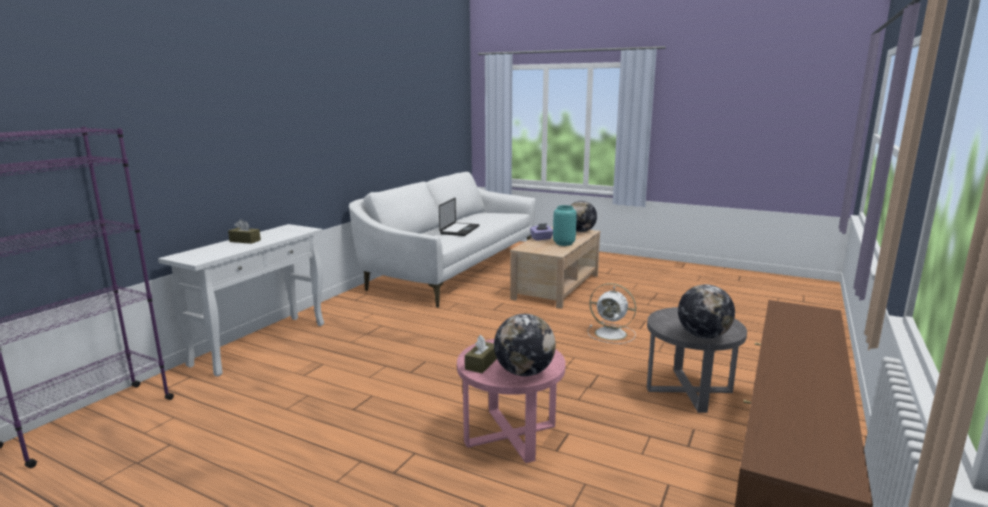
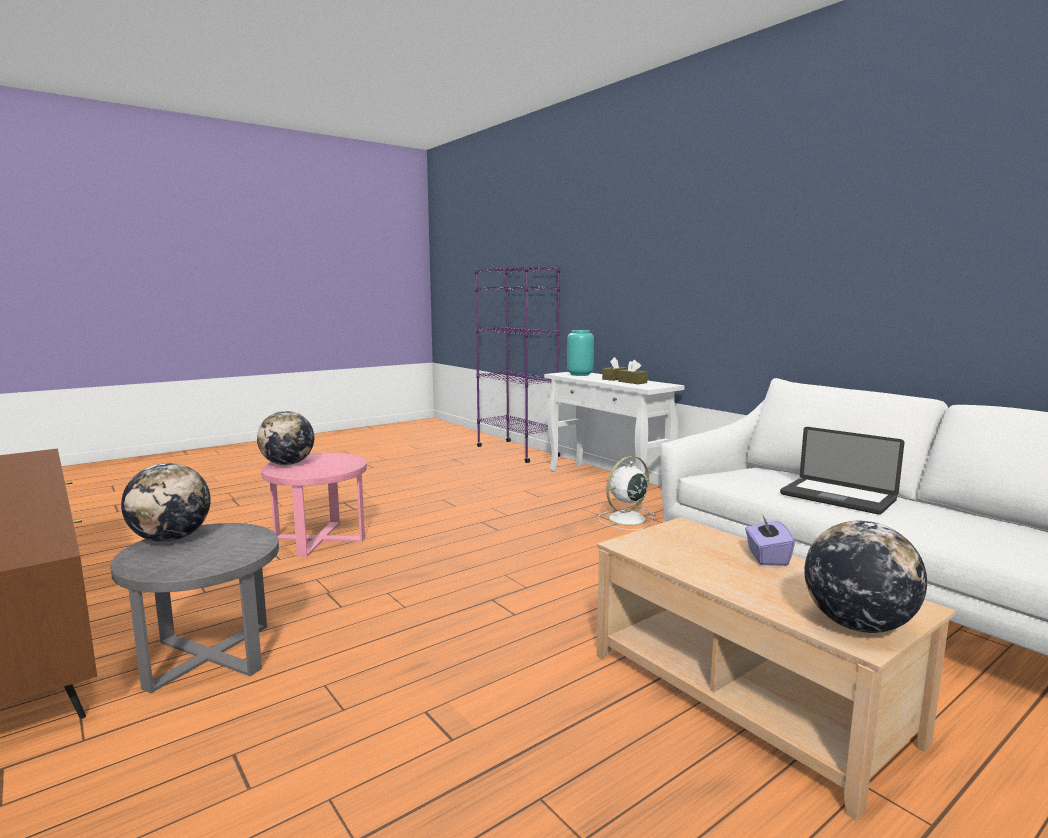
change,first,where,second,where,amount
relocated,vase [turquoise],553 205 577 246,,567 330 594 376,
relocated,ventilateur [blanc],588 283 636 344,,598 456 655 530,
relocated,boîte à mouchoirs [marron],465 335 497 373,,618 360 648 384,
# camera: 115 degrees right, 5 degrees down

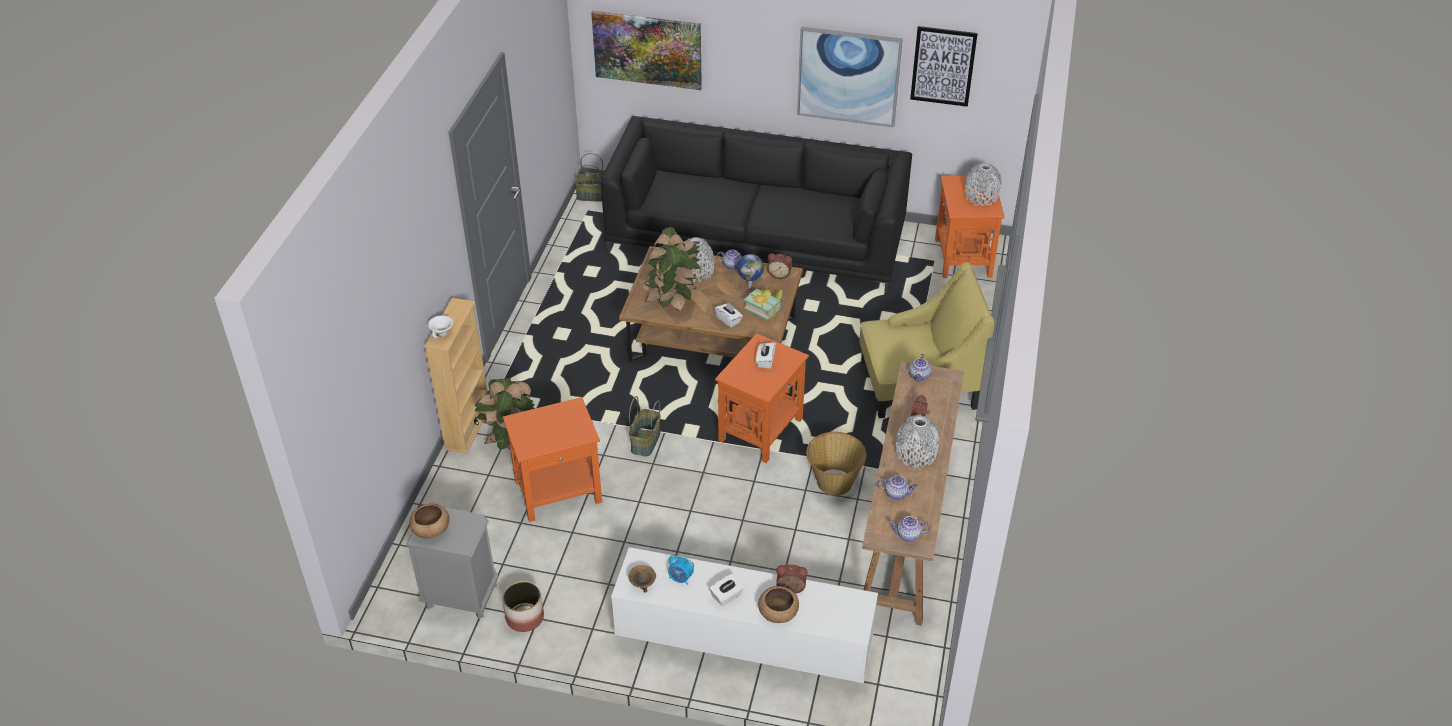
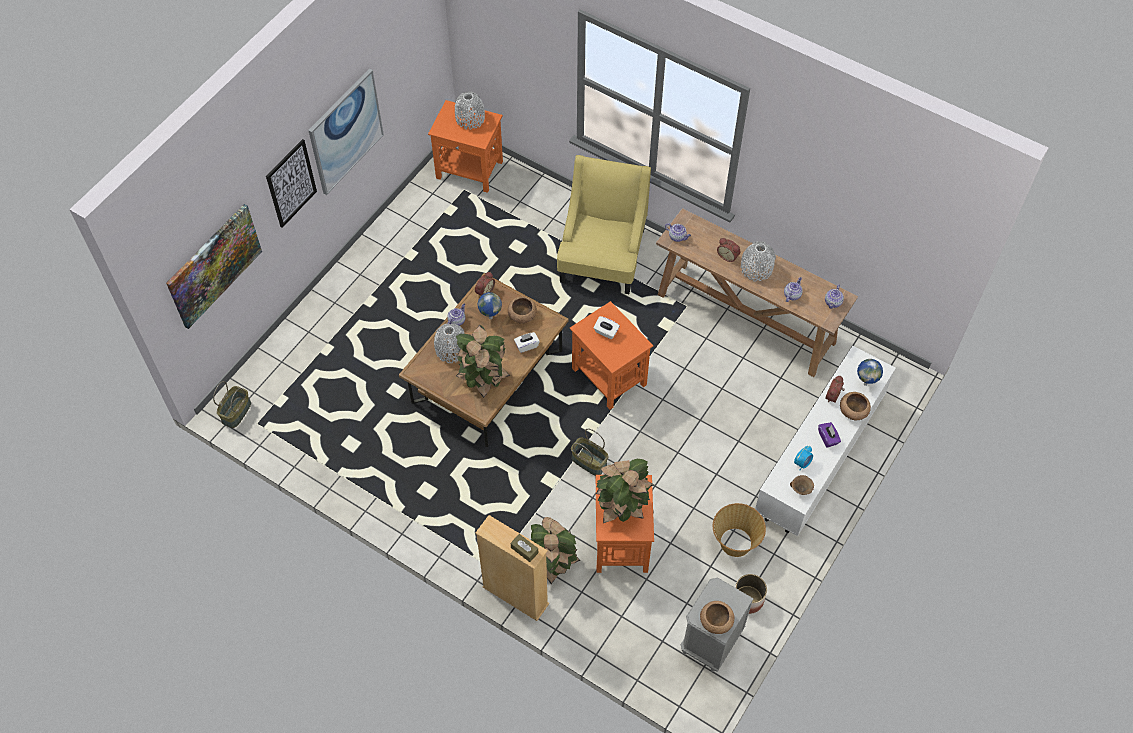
change,first,where,second,where,amount
relocated,tableau,910 26 978 107,,266 139 317 228,
missing,canapé [noir],601 116 912 292,,,
exchanged,livre,744 288 782 321,bol [marron],508 296 537 323,
exchanged,bol [blanc],428 315 453 339,boîte à mouchoirs [marron],511 534 538 562,
relocated,panier,806 432 866 496,,713 503 766 557,
colour,boîte à mouchoirs [blanc],709 573 745 606,boîte à mouchoirs [violet],818 422 841 448,
appeared,,,globe,857 359 883 386,
appeared,,,plante en pot,596 459 654 523,
# camera: 70 degrees left, 15 degrees up

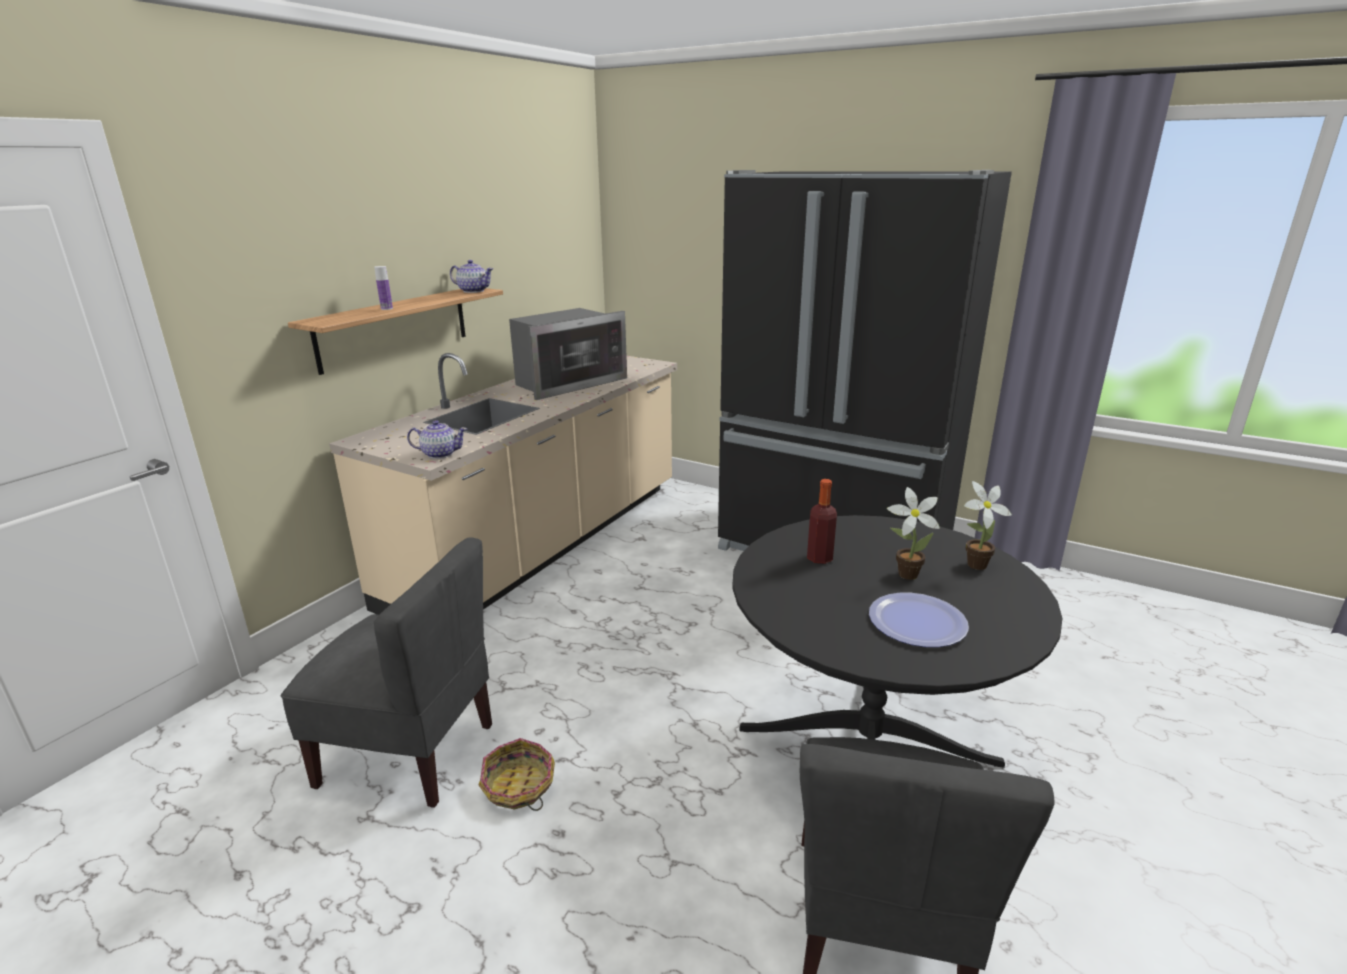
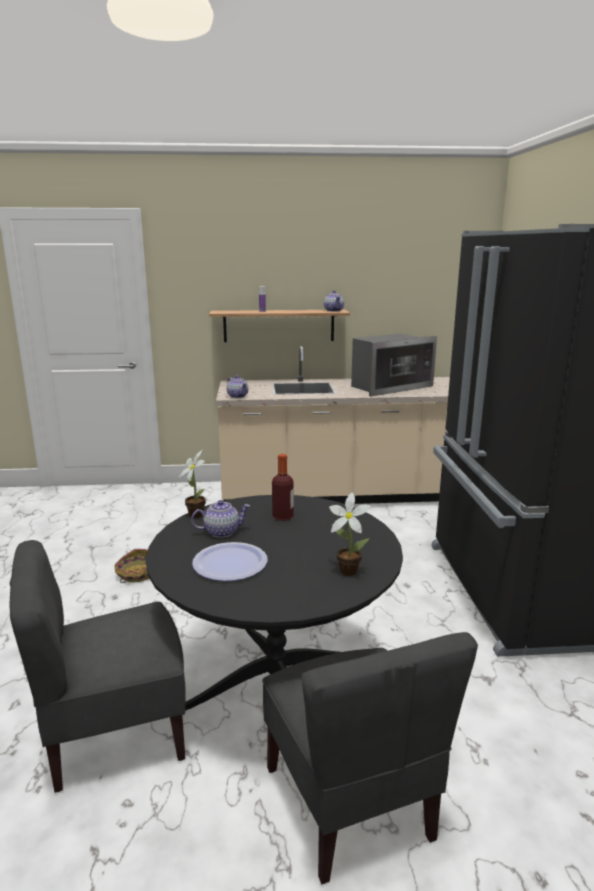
change,first,where,second,where,amount
spun,micro-ondes,509 308 627 400,,351 334 437 396,45 degrees counterclockwise
relocated,plante en pot,887 487 940 580,,179 450 206 518,
relocated,chaise [gris],281 537 492 808,,262 632 478 885,
appeared,,,théière,191 500 250 538,
# camera: 55 degrees right, 5 degrees down

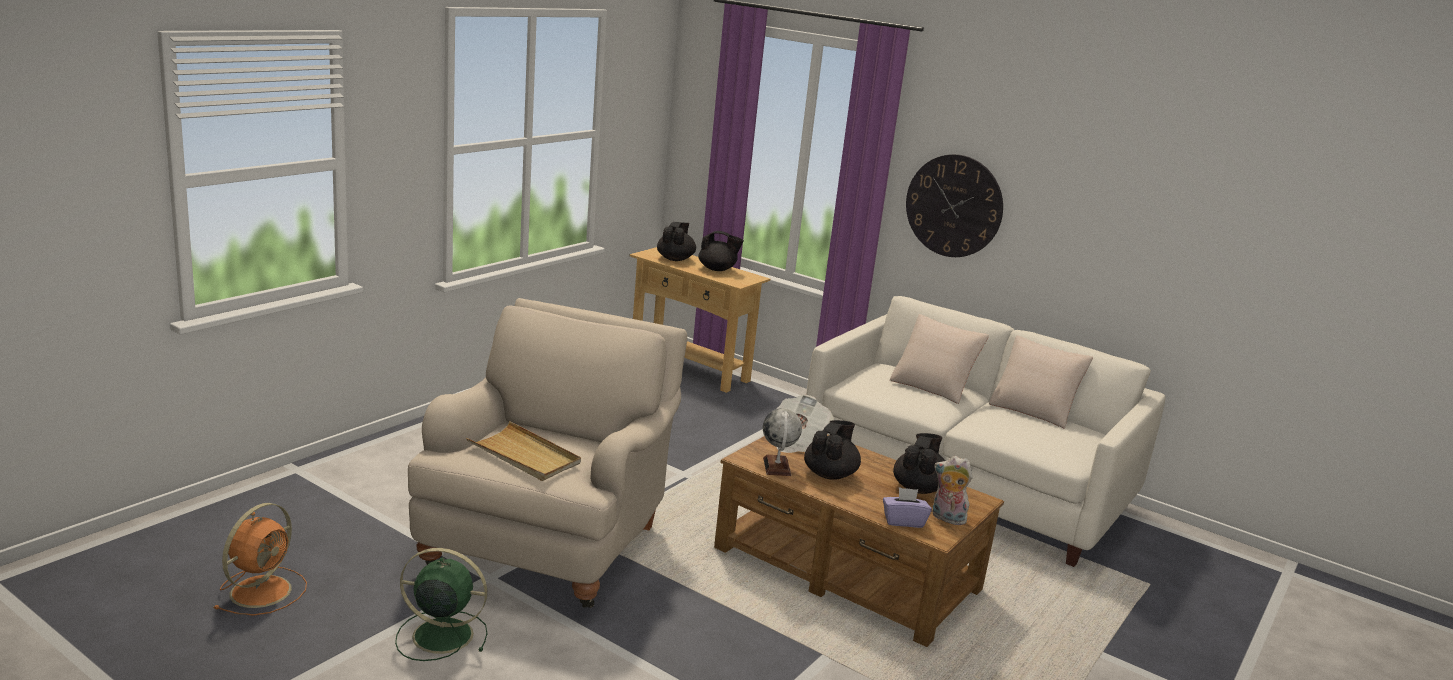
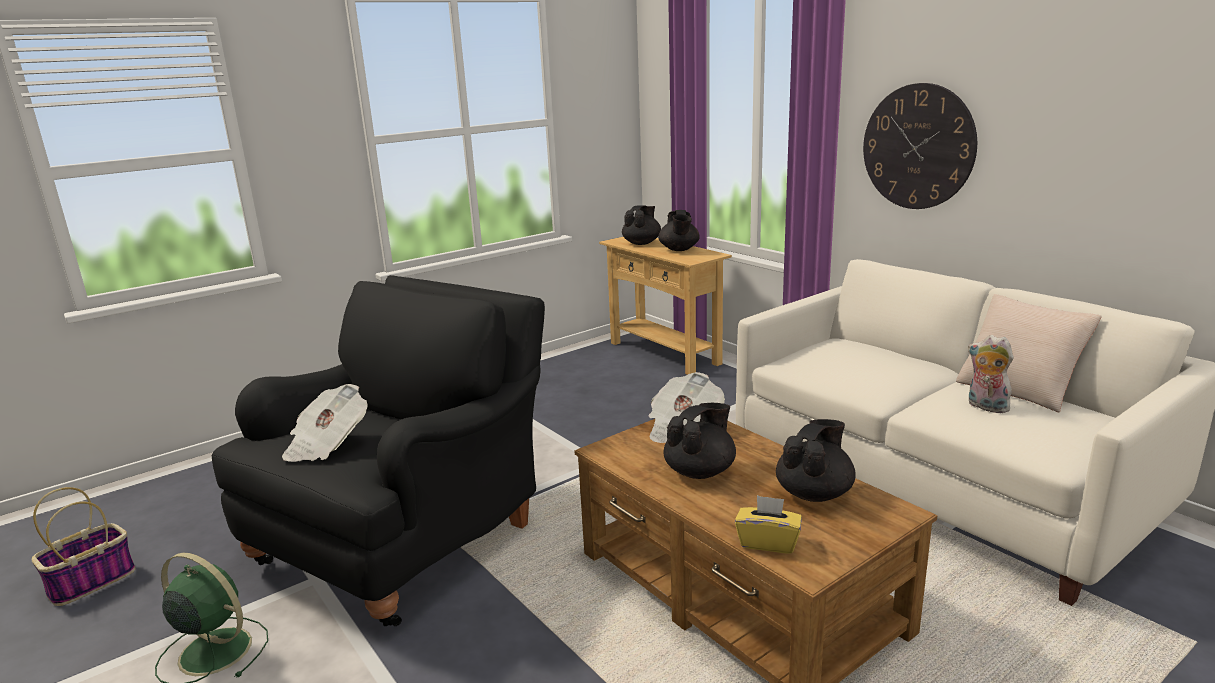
change,first,where,second,where,amount
spun,théière [noir],698 231 744 271,,658 210 700 251,60 degrees clockwise
colour,fauteuil [beige],408 298 687 608,fauteuil [noir],212 275 545 626,
missing,coussin [beige],890 314 989 404,,,
missing,globe,763 408 802 476,,,
exchanged,plateau [beige],466 421 581 481,journal,282 384 368 462,
relocated,peluche,933 456 973 525,,968 335 1014 413,
colour,boîte à mouchoirs [violet],883 487 932 528,boîte à mouchoirs [jaune],735 495 802 554,
exchanged,ventilateur [orange],214 503 307 616,panier,32 487 135 606,
# camera: 20 degrees right, 0 degrees up

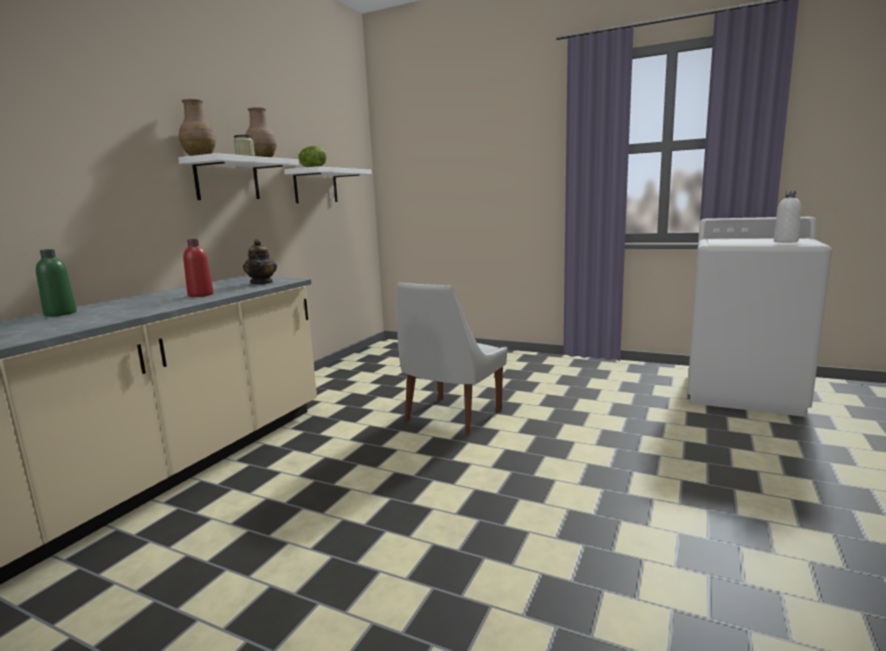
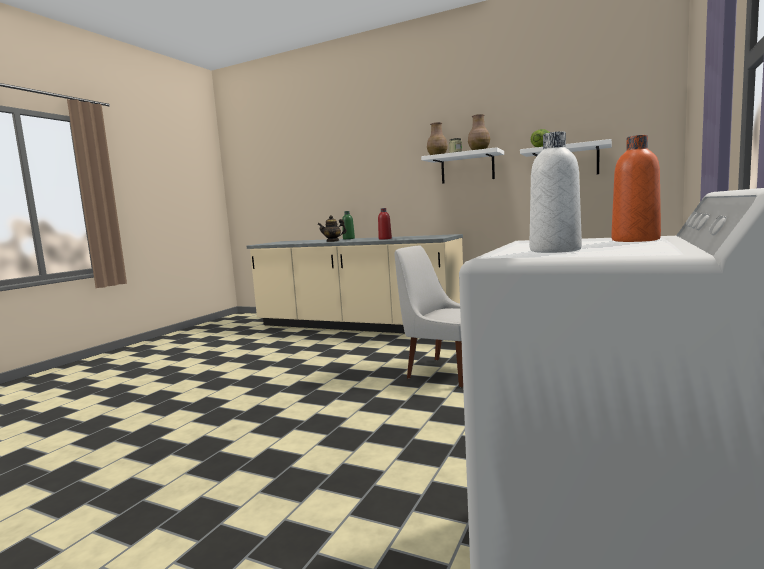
change,first,where,second,where,amount
relocated,théière,243 239 277 284,,317 215 347 242,
appeared,,,bouteille [orange],611 135 661 242,
# camera: 90 degrees right, 5 degrees down

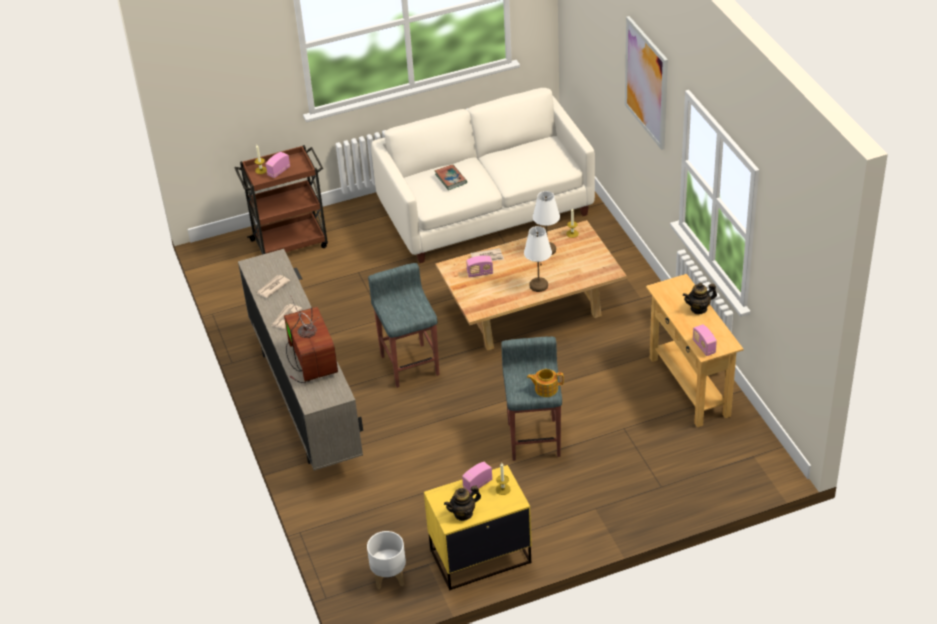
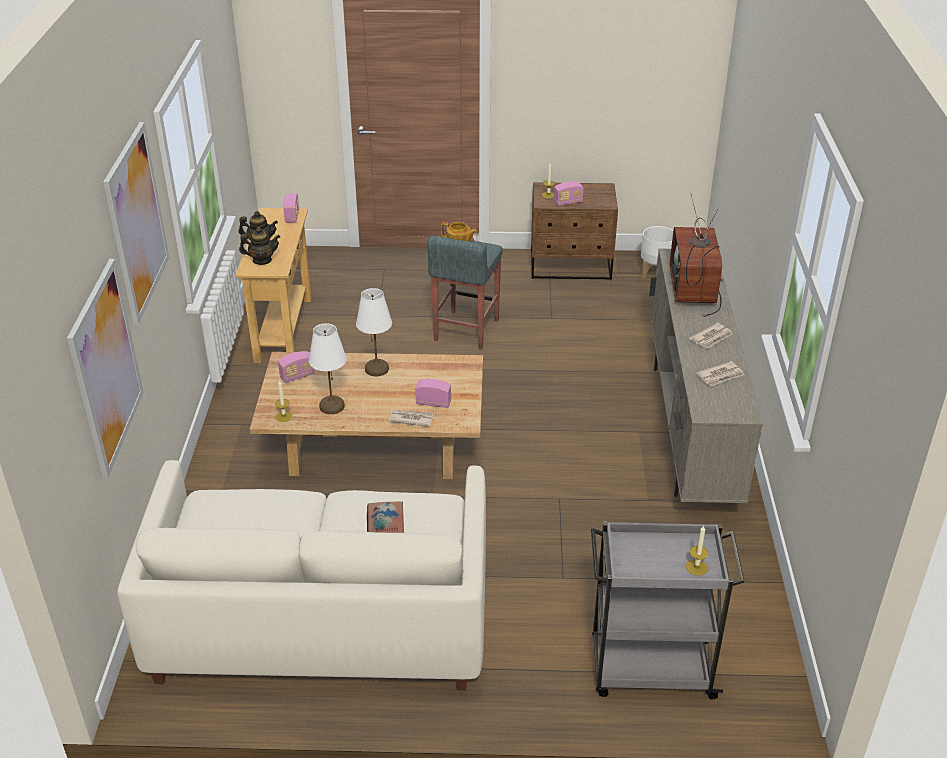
change,first,where,second,where,amount
colour,chariot [marron],235 145 328 255,chariot [gris],591 521 744 699,
relocated,radio,266 152 290 178,,278 351 315 383,
missing,tabouret [gris],368 263 440 388,,,
colour,table de chevet [jaune],424 465 532 591,table de chevet [marron],531 182 618 280,
relocated,théière,444 485 481 521,,239 227 280 265,
appeared,,,tableau,67 259 144 478,
# camera: 160 degrees left, 5 degrees down

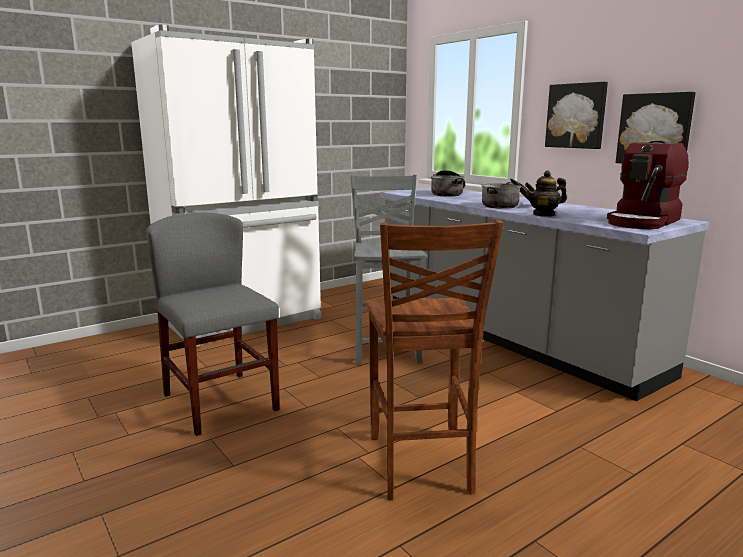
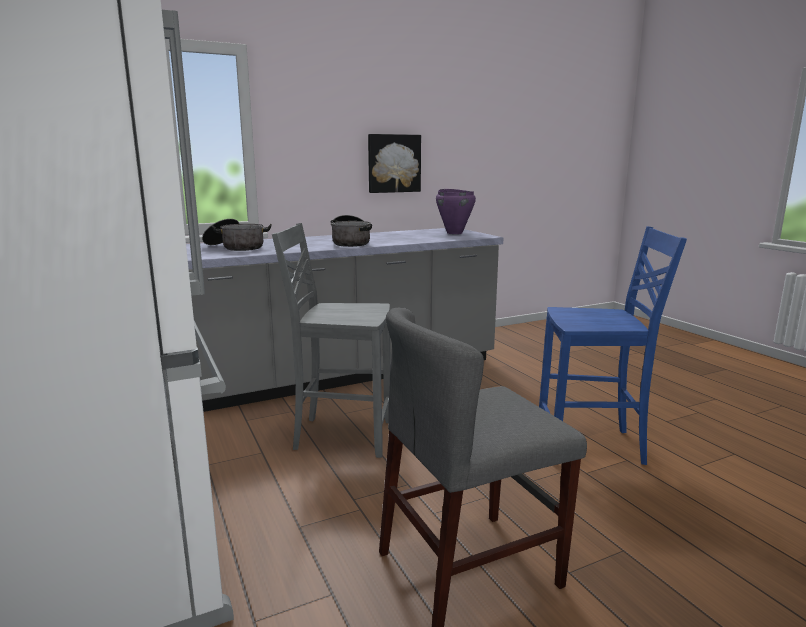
change,first,where,second,where,amount
missing,tableau,545 82 608 149,,,
exchanged,machine à café,607 141 689 229,marmite [violet],436 189 476 234,
missing,théière,525 171 567 217,,,
colour,chaise [marron],366 220 504 500,chaise [bleu],539 226 687 465,
# camera: 80 degrees left, 0 degrees up

